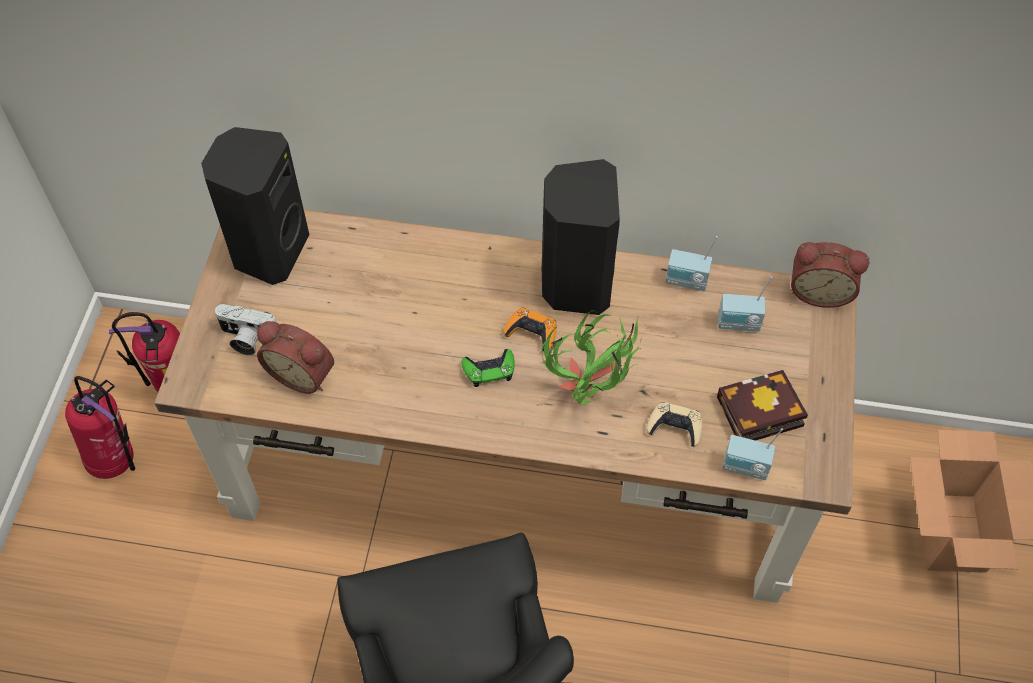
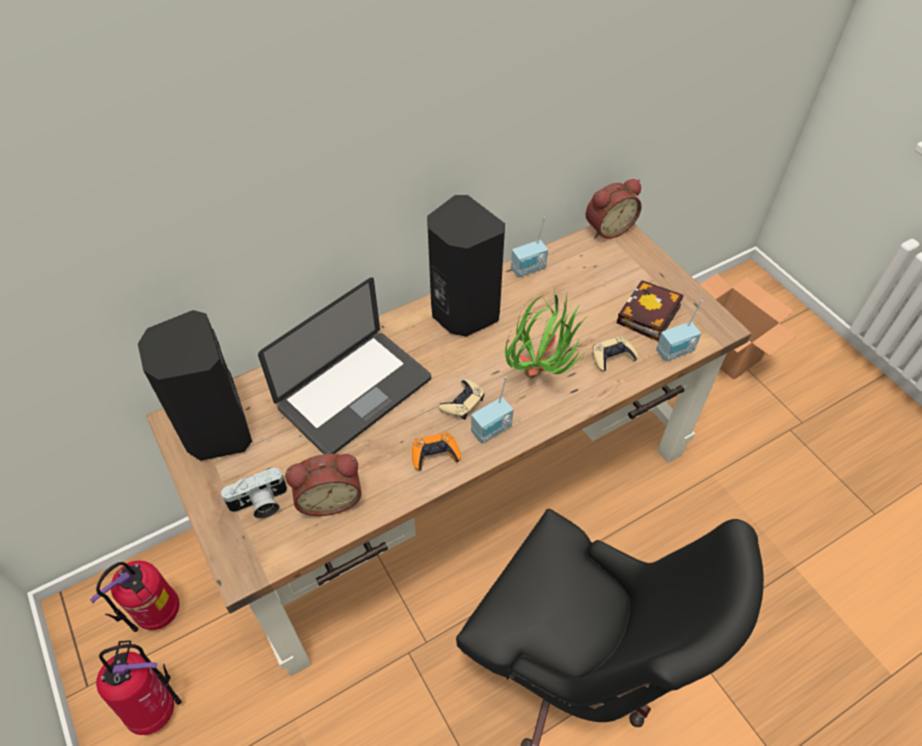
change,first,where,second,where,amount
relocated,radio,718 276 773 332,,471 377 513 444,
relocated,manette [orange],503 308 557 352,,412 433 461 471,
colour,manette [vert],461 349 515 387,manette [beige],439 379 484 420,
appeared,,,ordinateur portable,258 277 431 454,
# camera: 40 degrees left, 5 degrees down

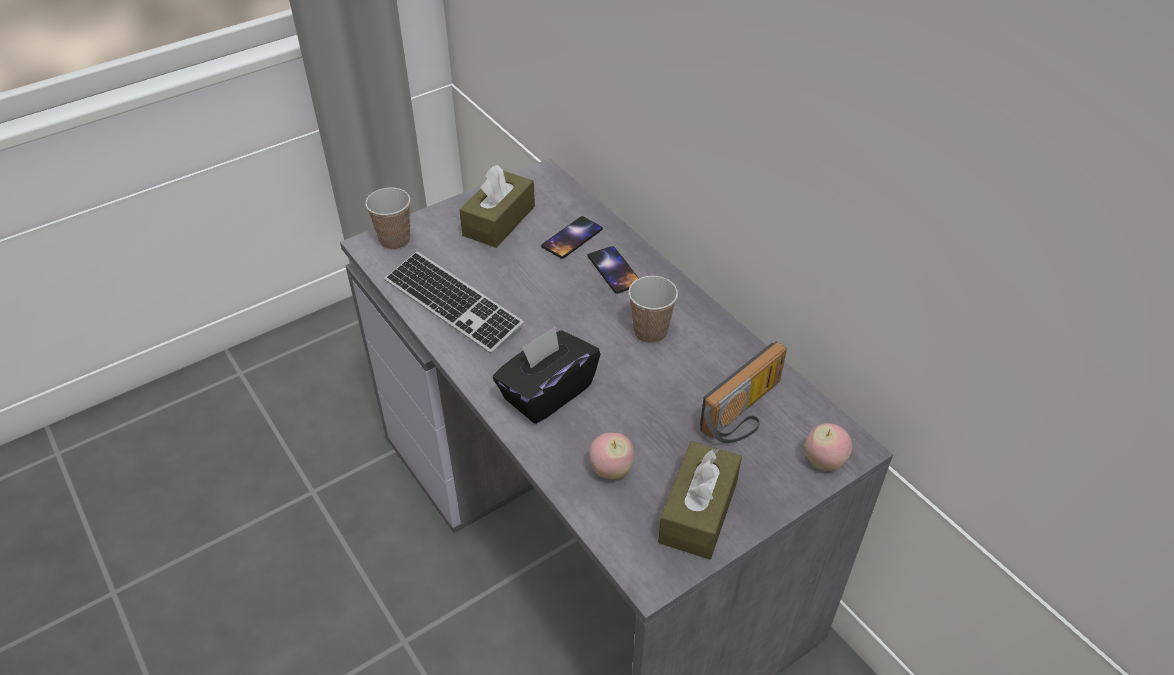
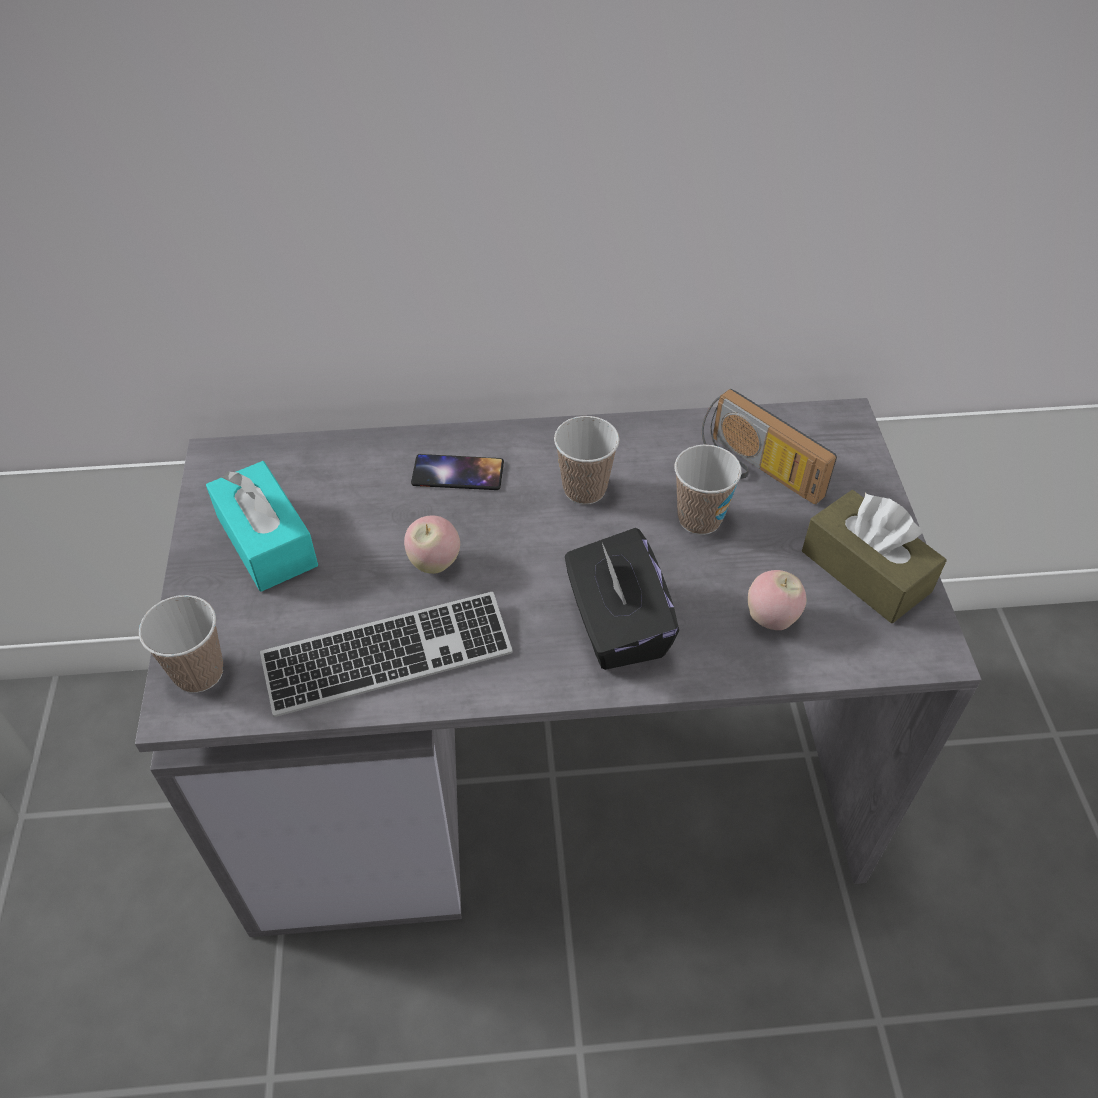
change,first,where,second,where,amount
colour,boîte à mouchoirs [marron],459 165 535 248,boîte à mouchoirs [turquoise],206 461 318 592,
missing,téléphone,541 216 603 259,,,
spun,radio,700 341 787 443,,702 389 837 504,150 degrees clockwise
relocated,pomme,805 423 852 471,,404 516 460 574,
appeared,,,tasse,675 444 742 535,
# camera: 60 degrees left, 5 degrees up

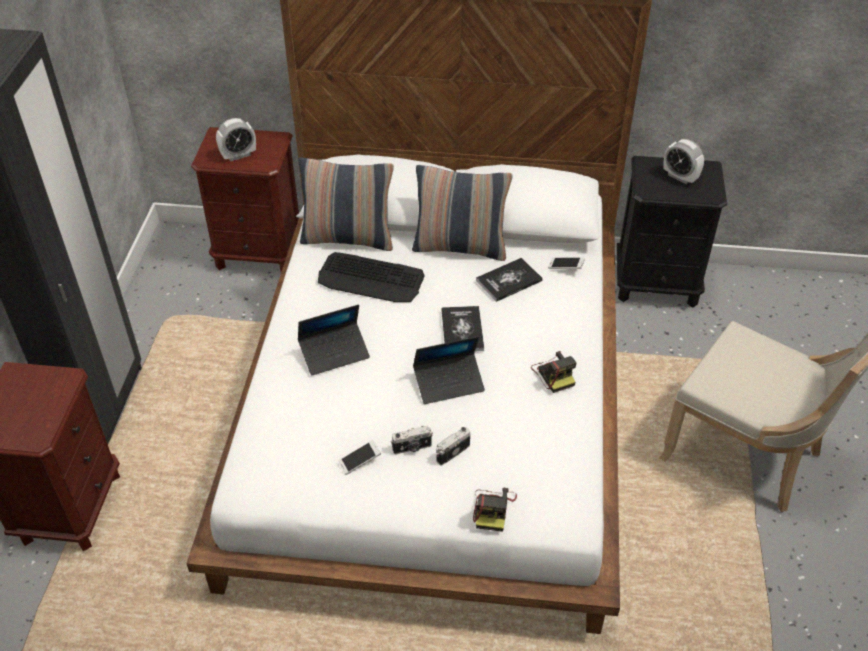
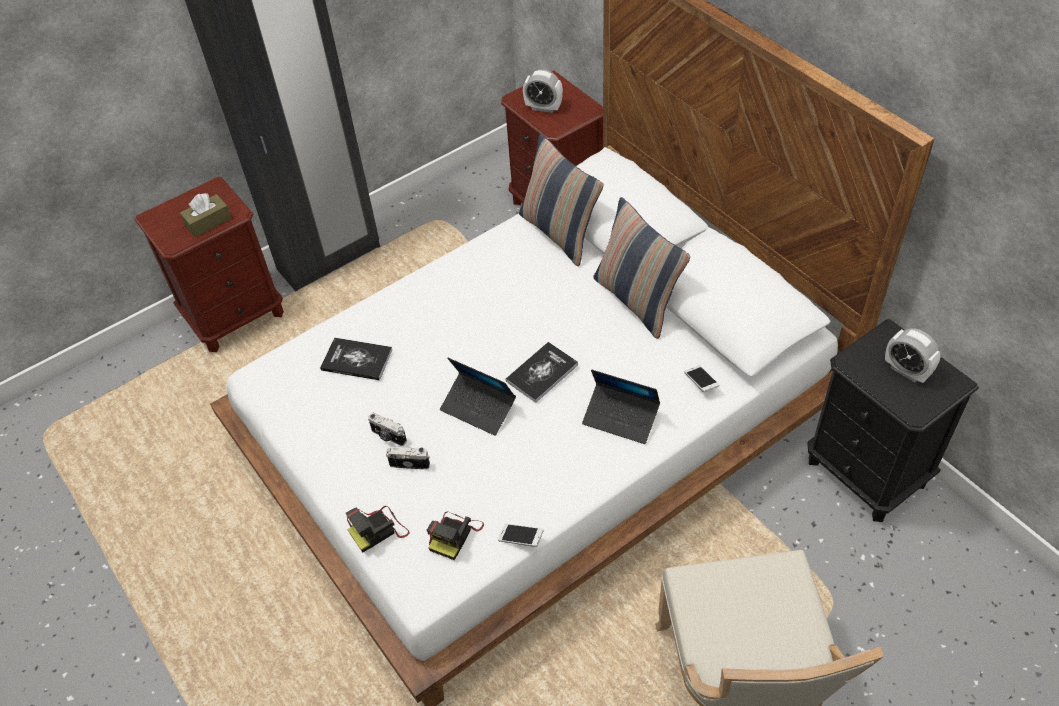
change,first,where,second,where,amount
spun,réveil,663 139 704 184,,885 328 941 383,45 degrees counterclockwise
missing,clavier,318 252 425 302,,,
relocated,livre,476 258 543 302,,320 337 392 381,
relocated,ordinateur portable,298 304 370 375,,582 370 660 444,
relocated,appareil photo,531 351 576 393,,427 511 484 560,
relocated,téléphone,338 440 381 475,,498 524 544 547,
appeared,,,boîte à mouchoirs [marron],180 193 232 237,
# camera: 50 degrees right, 5 degrees up

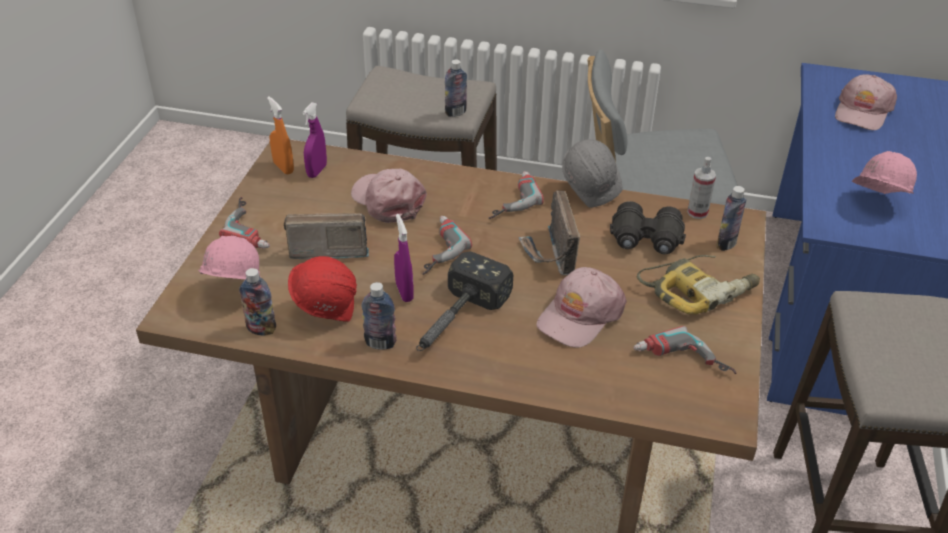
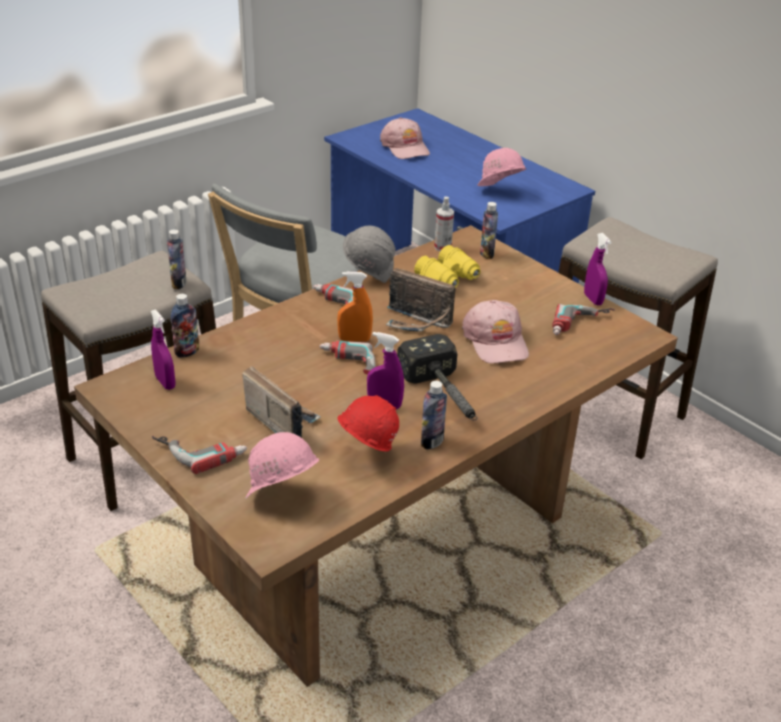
change,first,where,second,where,amount
relocated,vaporisateur [orange],267 96 294 174,,337 272 373 342,
missing,casquette [rose],351 169 427 223,,,
colour,jumelles [noir],610 201 686 254,jumelles [jaune],414 245 481 288,
spun,radio,284 213 369 259,,242 366 321 438,105 degrees clockwise
missing,perceuse,637 255 760 314,,,
relocated,bouteille,239 268 276 335,,171 294 199 358,
appeared,,,vaporisateur [violet],584 233 612 305,
# camera: 55 degrees left, 5 degrees down

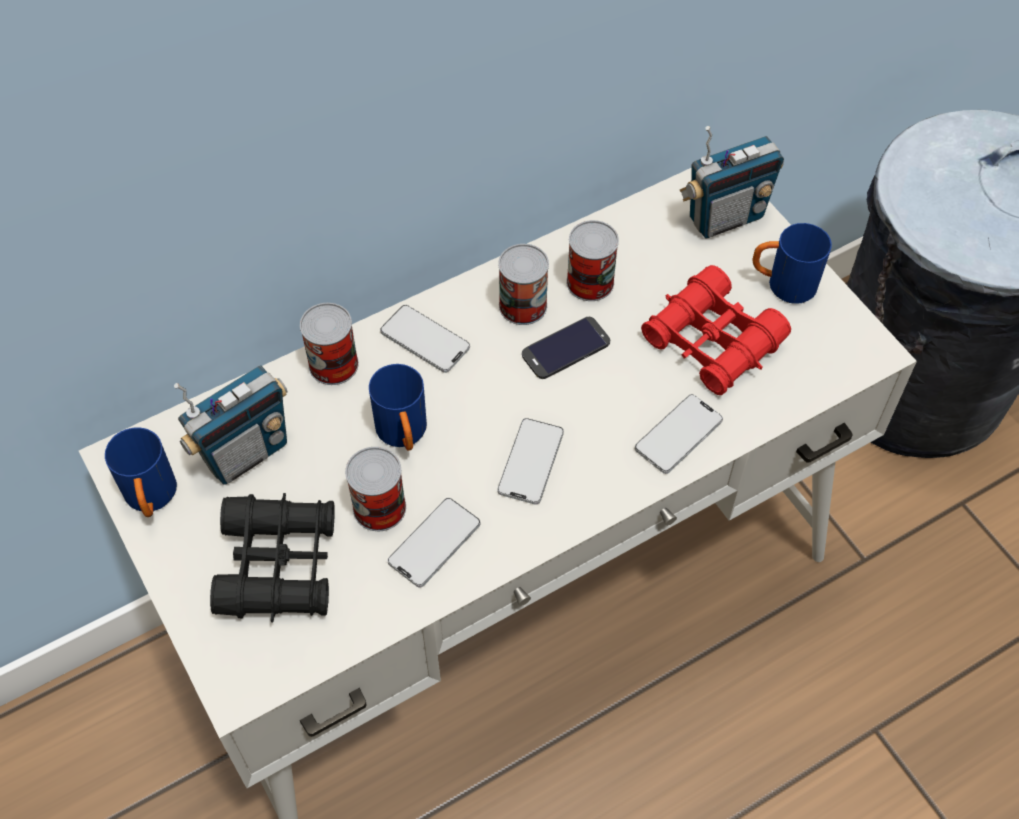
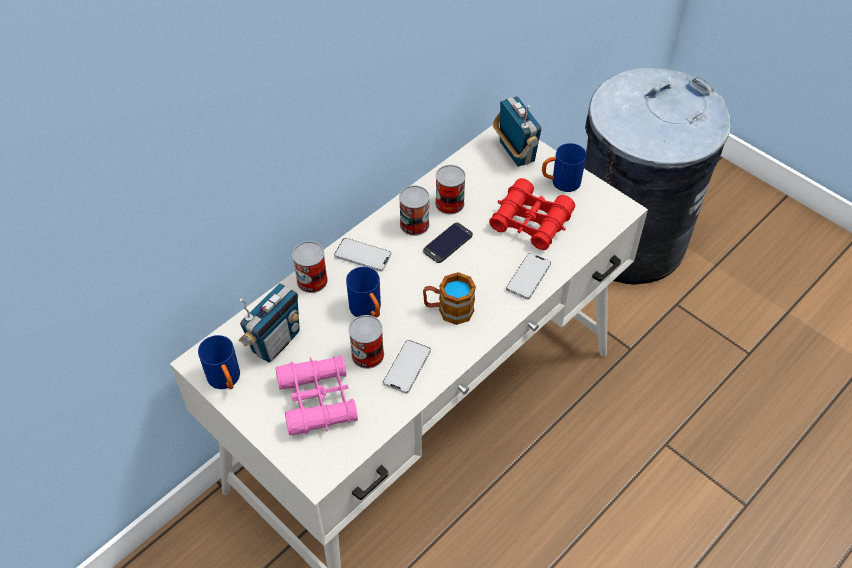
change,first,where,second,where,amount
spun,radio,680 126 784 238,,493 96 541 167,75 degrees counterclockwise
exchanged,téléphone,497 418 564 505,mug,423 272 476 325,
colour,jumelles [noir],210 493 335 623,jumelles [rose],275 355 358 435,
# camera: 15 degrees left, 5 degrees down

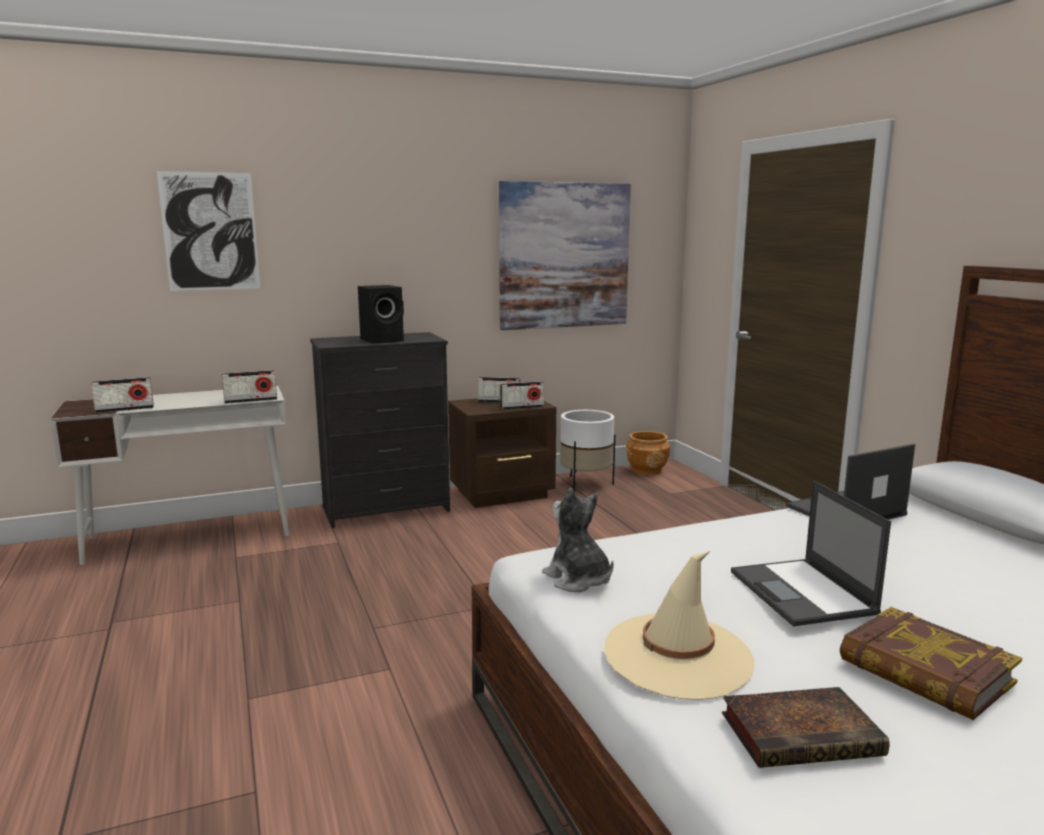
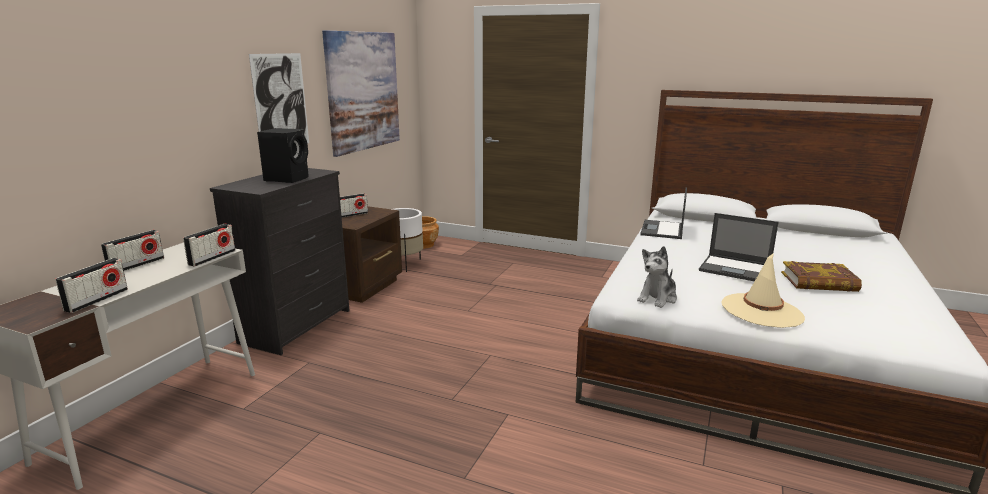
change,first,where,second,where,amount
relocated,tableau,157 171 260 291,,249 53 309 144,
relocated,radio,500 382 544 410,,101 230 164 271,
spun,peluche,542 488 614 592,,637 246 677 308,60 degrees counterclockwise
missing,livre,722 687 890 768,,,
# camera: 45 degrees left, 5 degrees up

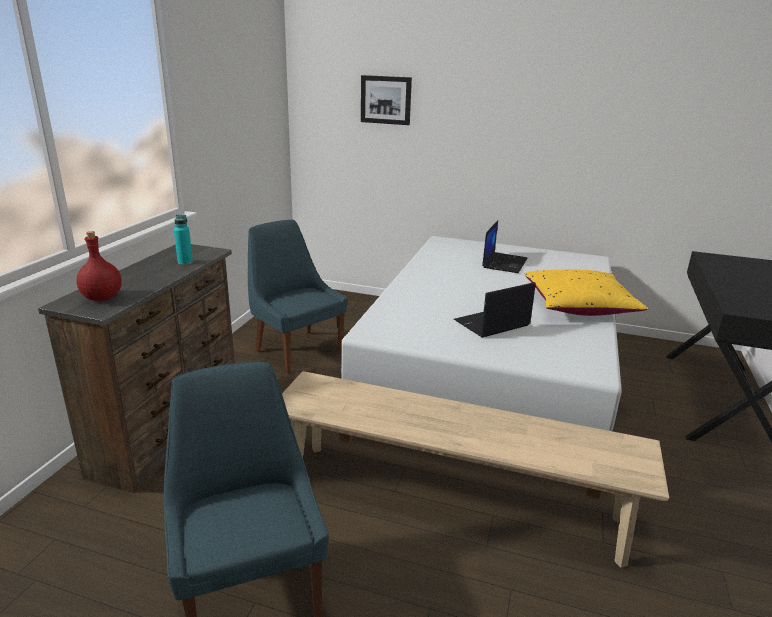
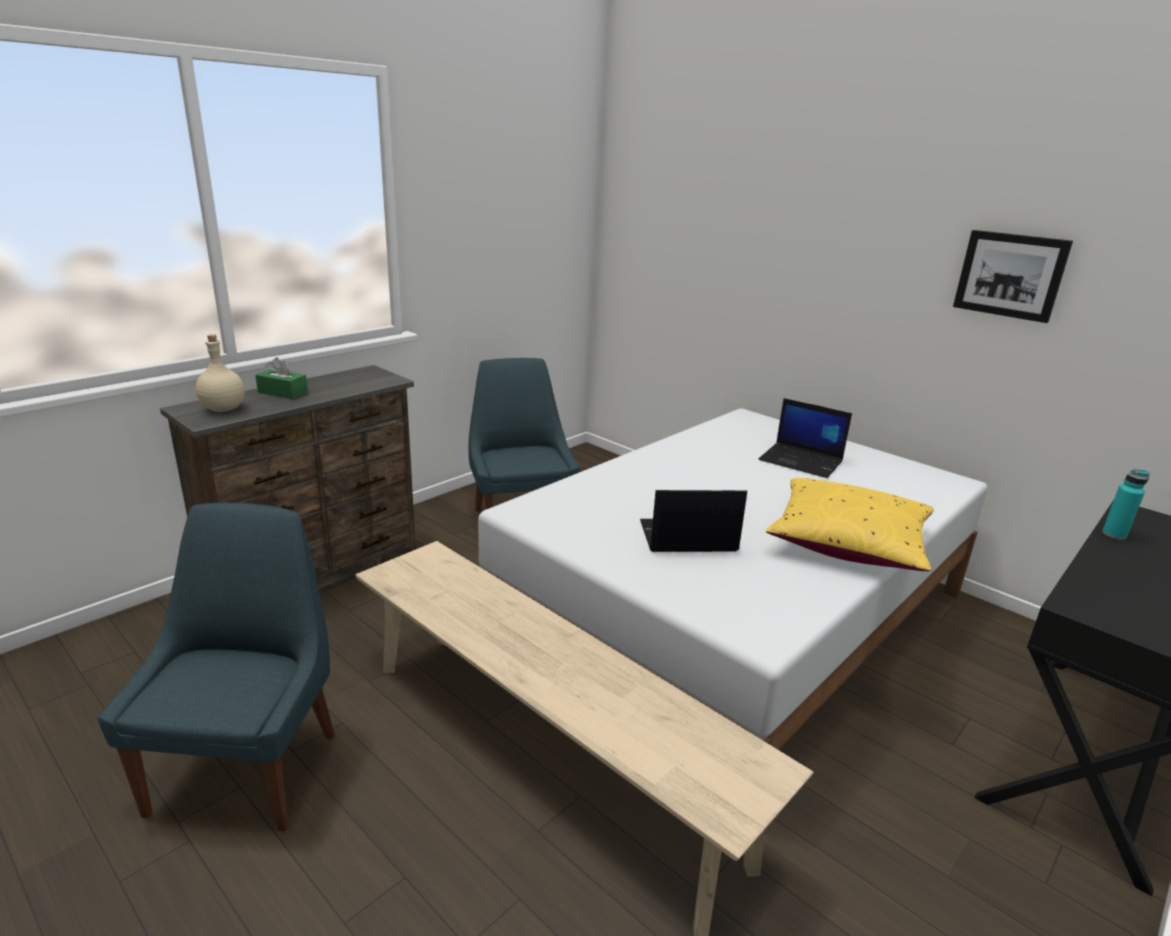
change,first,where,second,where,amount
relocated,tableau,361 75 412 125,,953 230 1073 323,
relocated,bouteille [turquoise],174 214 193 265,,1102 468 1150 540,
spun,ordinateur portable,482 220 528 273,,758 398 852 478,75 degrees clockwise
colour,bouteille [rouge],77 231 122 301,bouteille [beige],196 334 245 412,
appeared,,,boîte à mouchoirs [vert],255 357 308 399,
# camera: 25 degrees right, 0 degrees up

